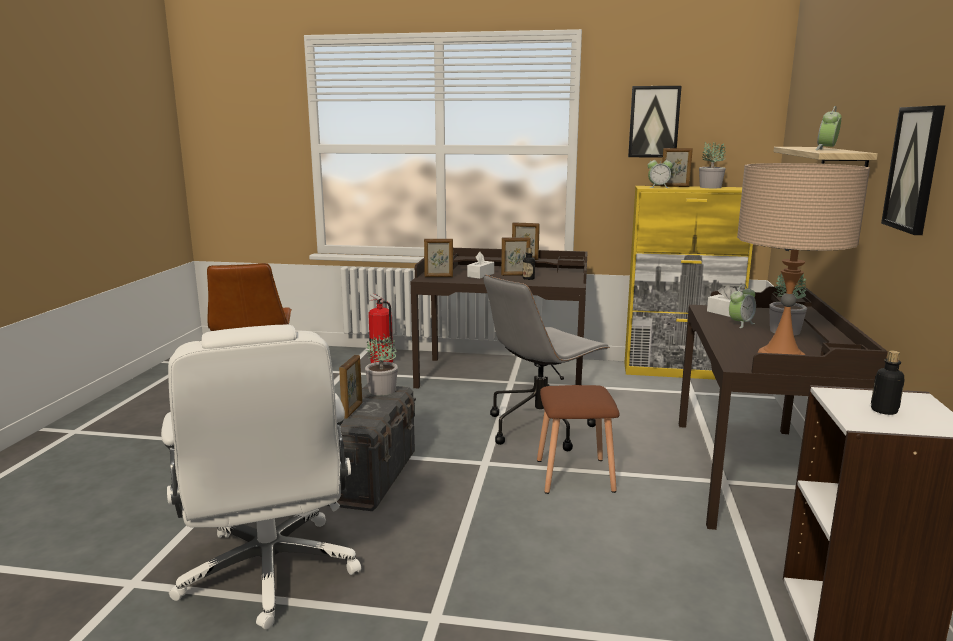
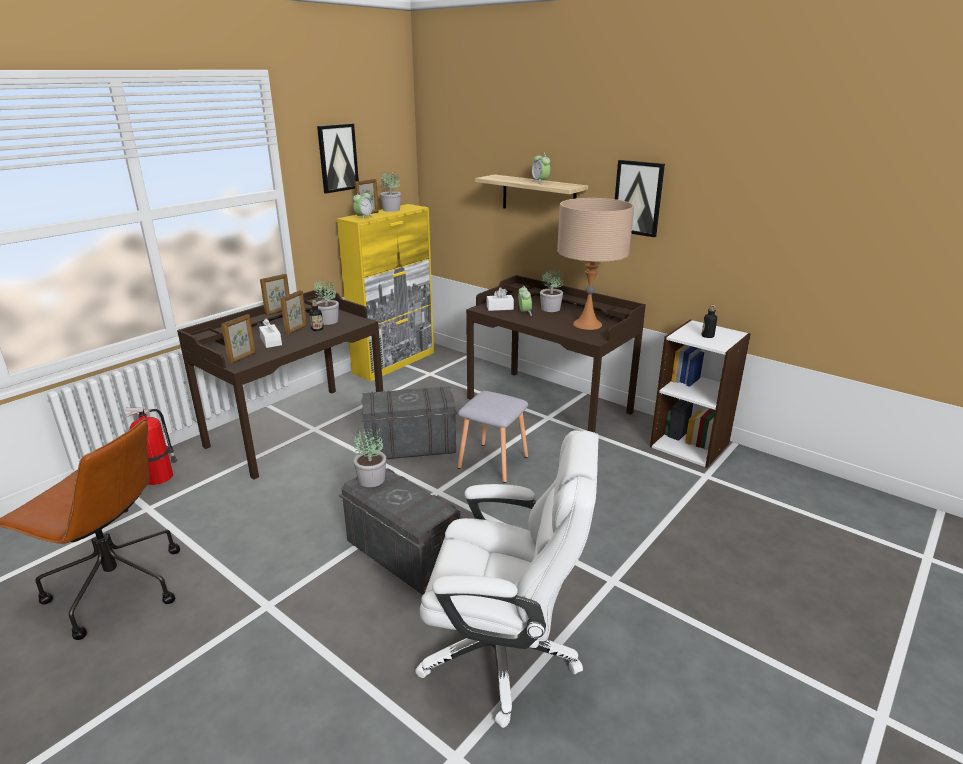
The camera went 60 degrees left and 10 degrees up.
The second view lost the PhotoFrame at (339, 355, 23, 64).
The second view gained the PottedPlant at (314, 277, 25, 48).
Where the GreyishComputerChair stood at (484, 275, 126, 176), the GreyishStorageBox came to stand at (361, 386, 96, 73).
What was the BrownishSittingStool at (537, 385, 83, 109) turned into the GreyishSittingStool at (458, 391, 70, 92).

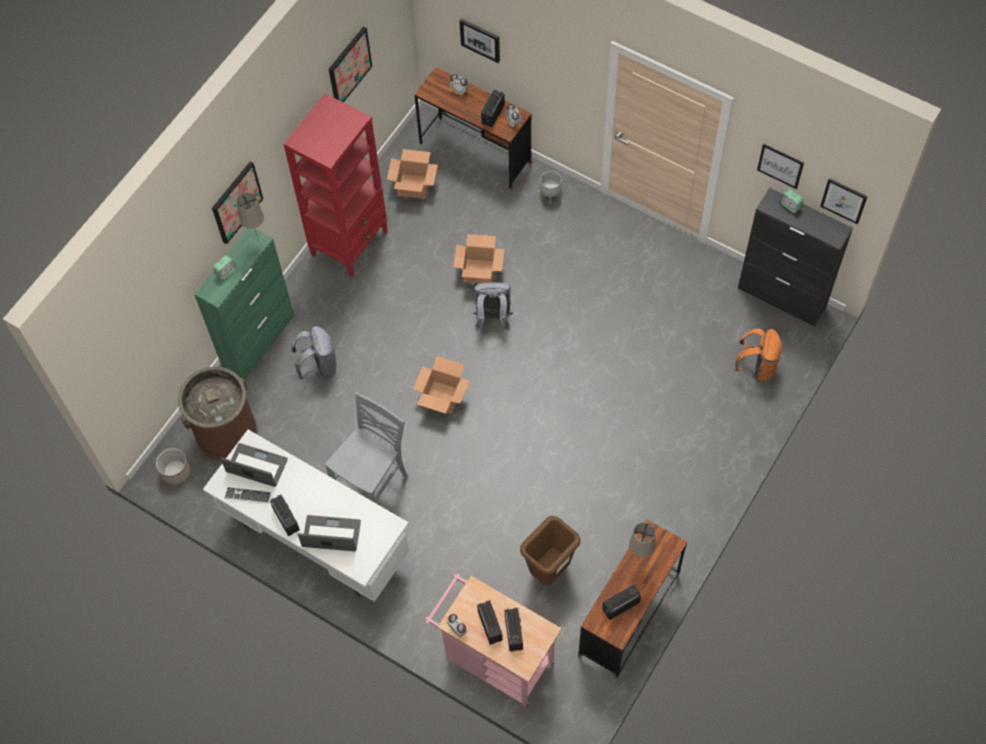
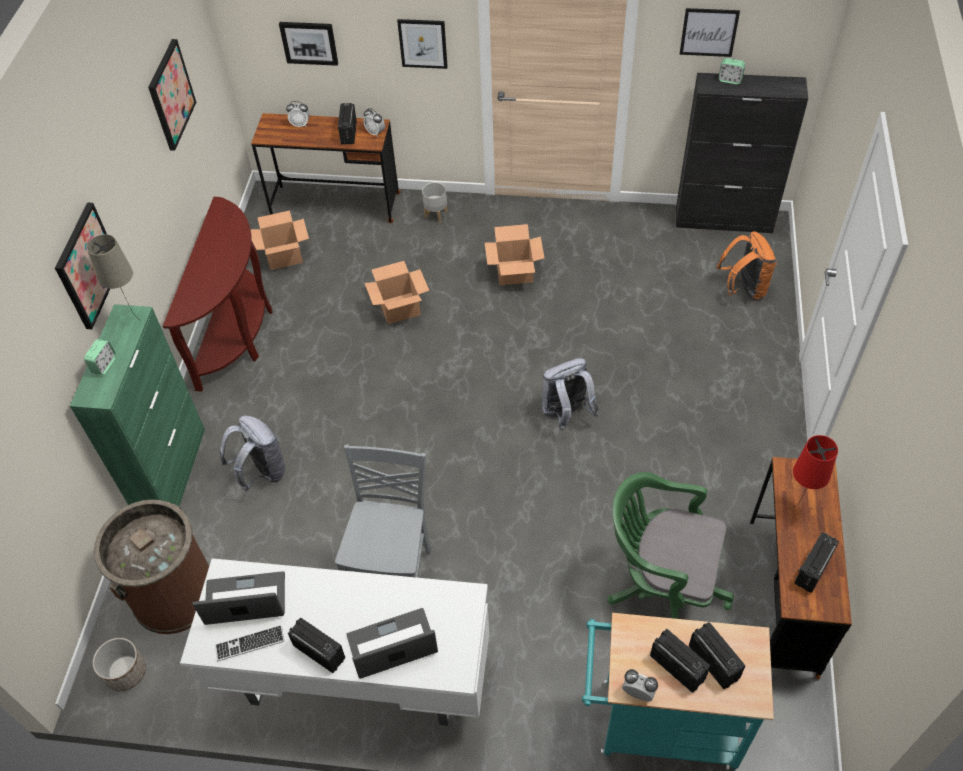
The camera went 25 degrees left and 10 degrees down.
The CardboardBox ended up elsewhere, having gone from (413, 356, 57, 58) to (485, 224, 59, 61).
The GreyishRucksack ended up elsewhere, having gone from (473, 282, 40, 49) to (542, 358, 58, 73).
The WallPicture ended up elsewhere, having gone from (820, 178, 48, 47) to (397, 19, 51, 50).
Where the RedColouredBookshelf stood at (283, 93, 105, 184), the BrownishConsoleTable came to stand at (163, 197, 109, 195).
Where the BrownishWasteBin stood at (520, 516, 61, 69), the GreenishComputerChair came to stand at (607, 472, 127, 147).
What was the PinkishTrolley at (425, 573, 137, 135) turned into the BlueGreenTrolley at (582, 613, 192, 157).
What was the BeigeColouredTableLamp at (629, 522, 26, 38) turned into the RedColouredTableLamp at (789, 435, 49, 74).

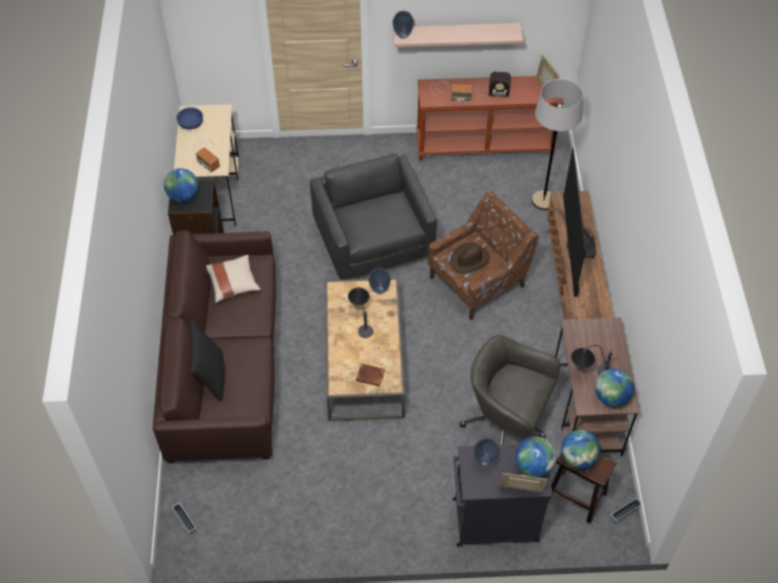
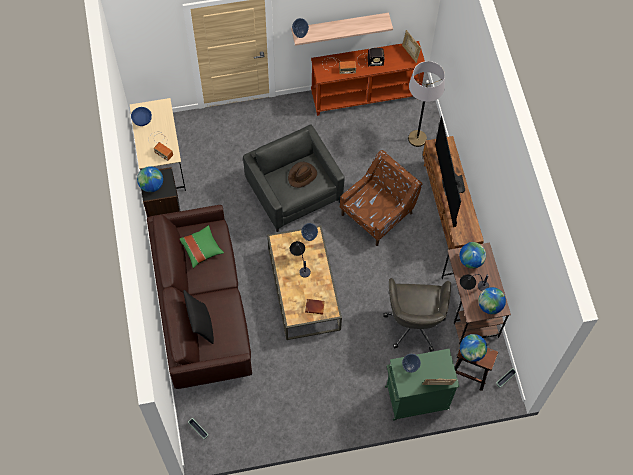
The camera went 10 degrees left and 10 degrees up.
The BrownishHat ended up elsewhere, having gone from (450, 242, 40, 32) to (288, 162, 29, 26).
The DeskGlobe ended up elsewhere, having gone from (515, 436, 41, 42) to (459, 242, 27, 27).
What was the BeigeColouredPillow at (206, 255, 55, 48) turned into the GreenishPillow at (180, 225, 44, 43).
What was the BlackCupboard at (453, 444, 100, 103) turned into the GreenishCupboard at (385, 349, 75, 72).
The GreyishComputerChair at (459, 334, 101, 111) ended up facing another way, 105 degrees counterclockwise from before.

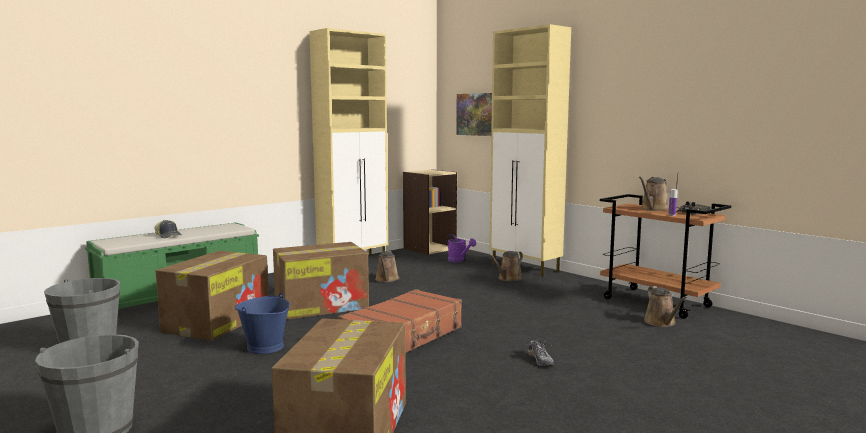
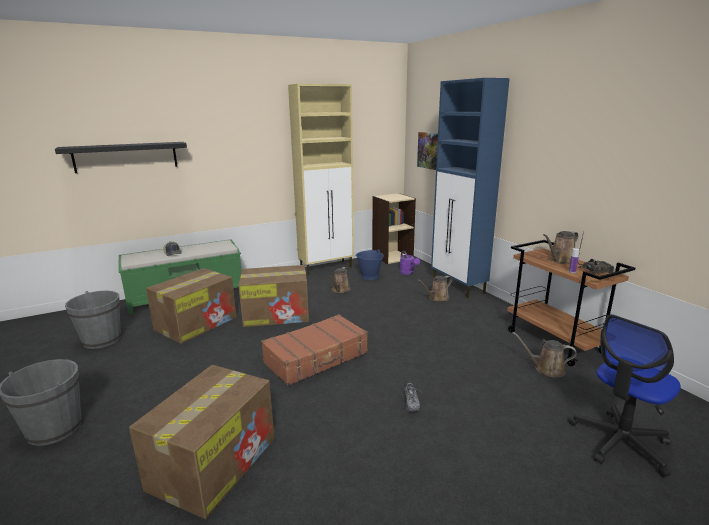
The camera went 15 degrees right and 10 degrees up.
The second view gained the BlackWallShelf at (55, 142, 132, 31).
The second view gained the ComputerChair at (569, 314, 112, 163).
The BluePail ended up elsewhere, having gone from (235, 293, 55, 61) to (356, 249, 27, 31).
What was the BeigeColouredCupboard at (490, 24, 81, 253) turned into the BlueCupboard at (431, 78, 79, 220).
The BrownishSprinklingCan at (644, 286, 43, 41) ended up facing another way, 105 degrees clockwise from before.

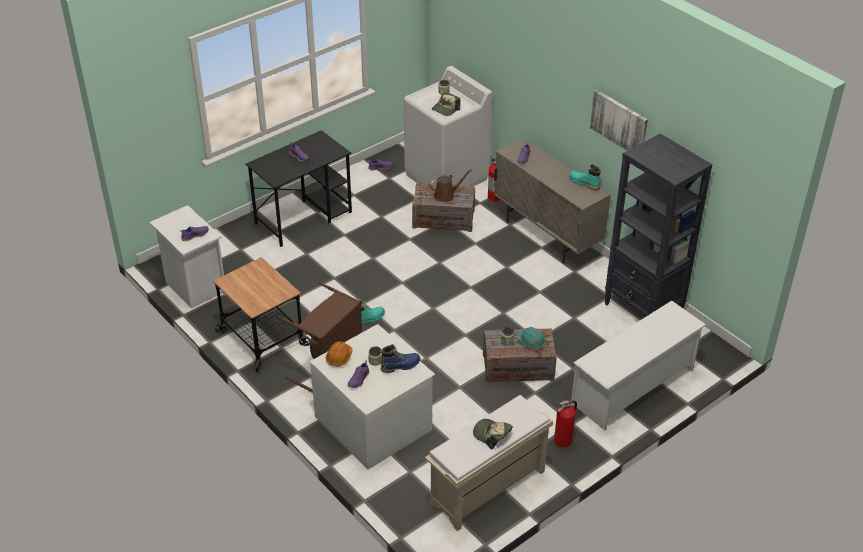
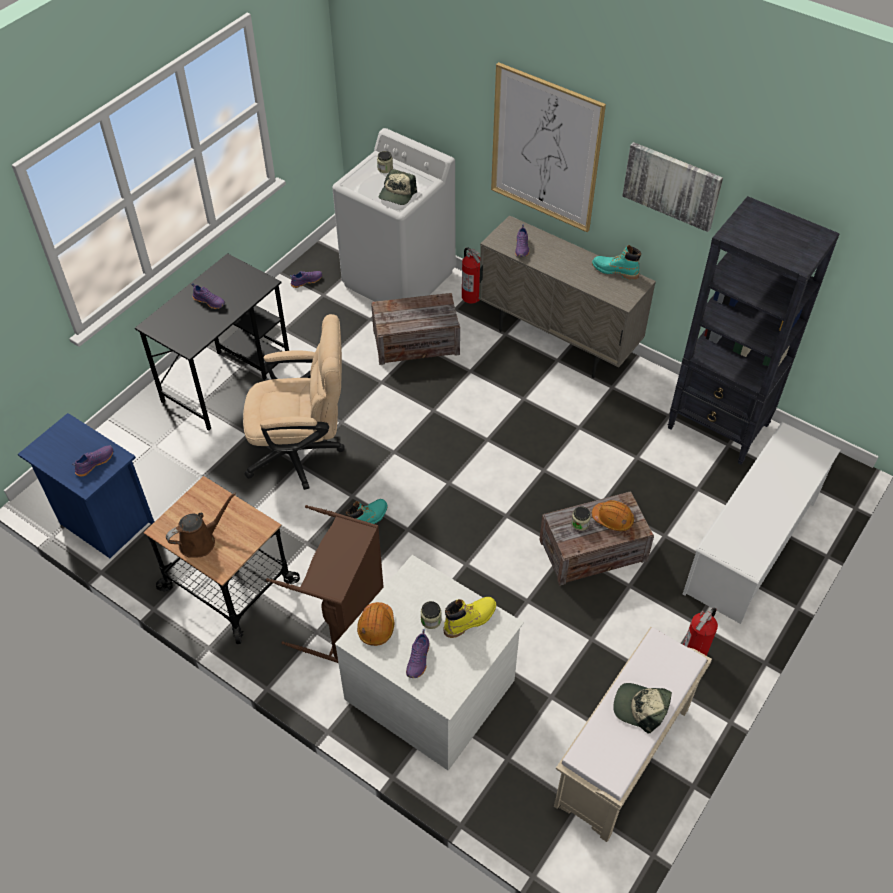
The camera went 15 degrees left and 10 degrees up.
The second view gained the BeigeColouredComputerChair at (243, 314, 101, 176).
The second view gained the WallPicture at (491, 62, 115, 170).
The BrownishSprinklingCan ended up elsewhere, having gone from (429, 169, 43, 33) to (166, 492, 70, 66).
What was the WhiteNightstand at (150, 205, 76, 104) turned into the BlueNightstand at (18, 413, 136, 145).
What was the BlueTallBoot at (381, 344, 39, 29) turned into the YellowishTallBoot at (443, 597, 53, 41).
What was the BlueGreenHardHat at (517, 327, 29, 22) turned into the OrangeyHardHat at (592, 500, 42, 31).

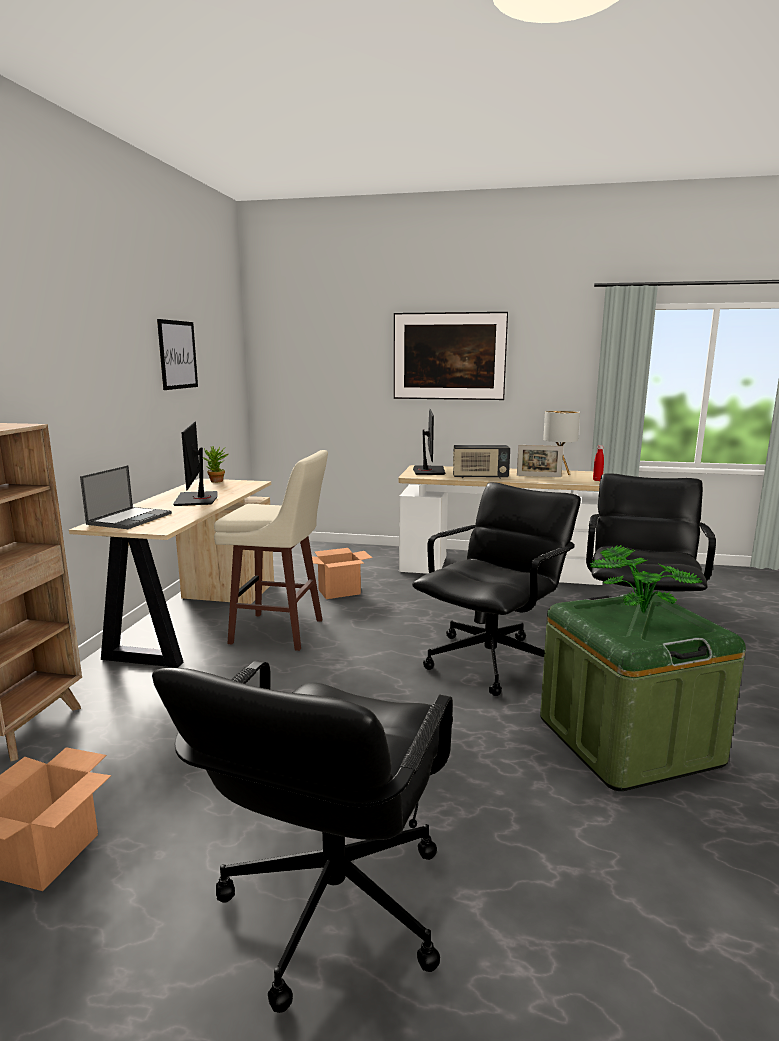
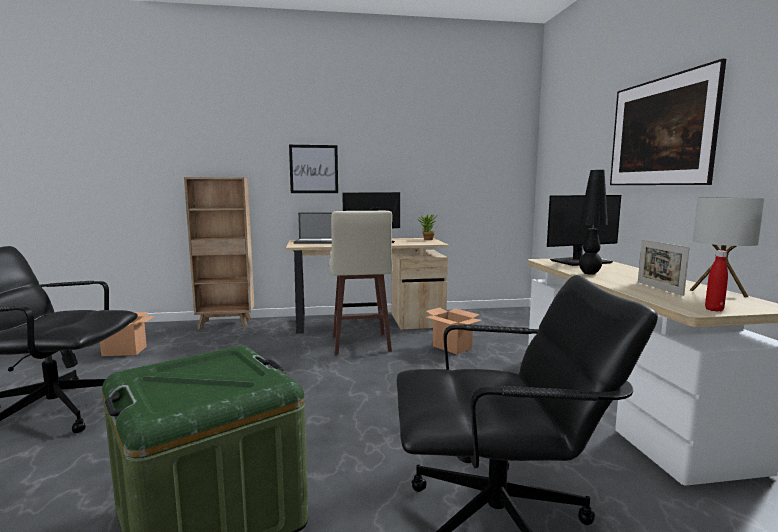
The camera went 70 degrees right and 5 degrees down.
The second view lost the BlackComputerChair at (412, 482, 169, 214).
The second view lost the PottedPlant at (589, 545, 113, 68).
The WallPicture ended up elsewhere, having gone from (157, 319, 41, 71) to (289, 145, 49, 48).
Where the Radio stood at (453, 445, 57, 34), the BlackTableLamp came to stand at (579, 170, 29, 105).

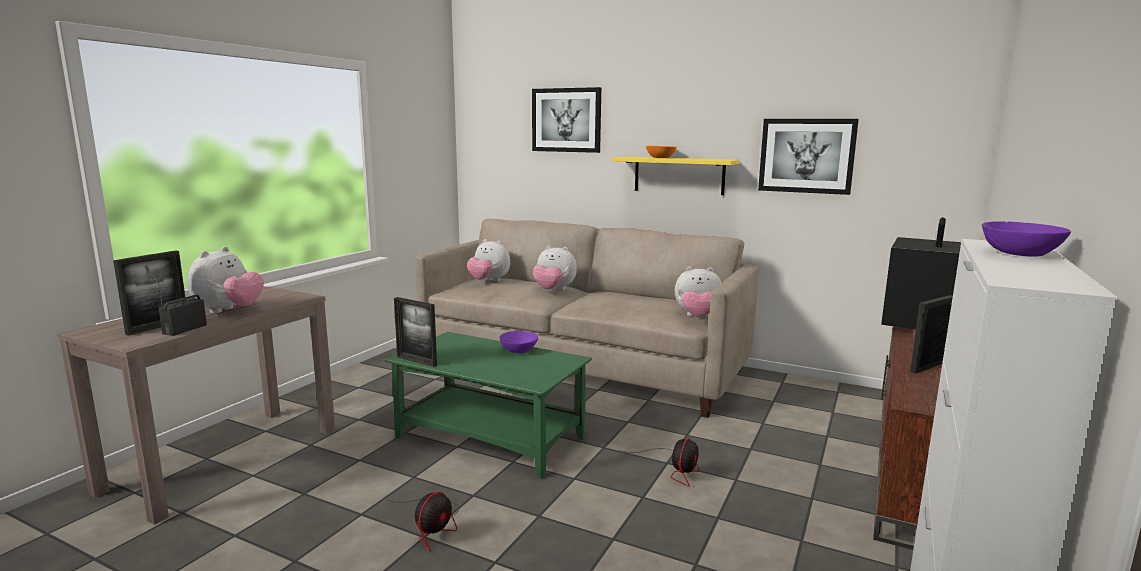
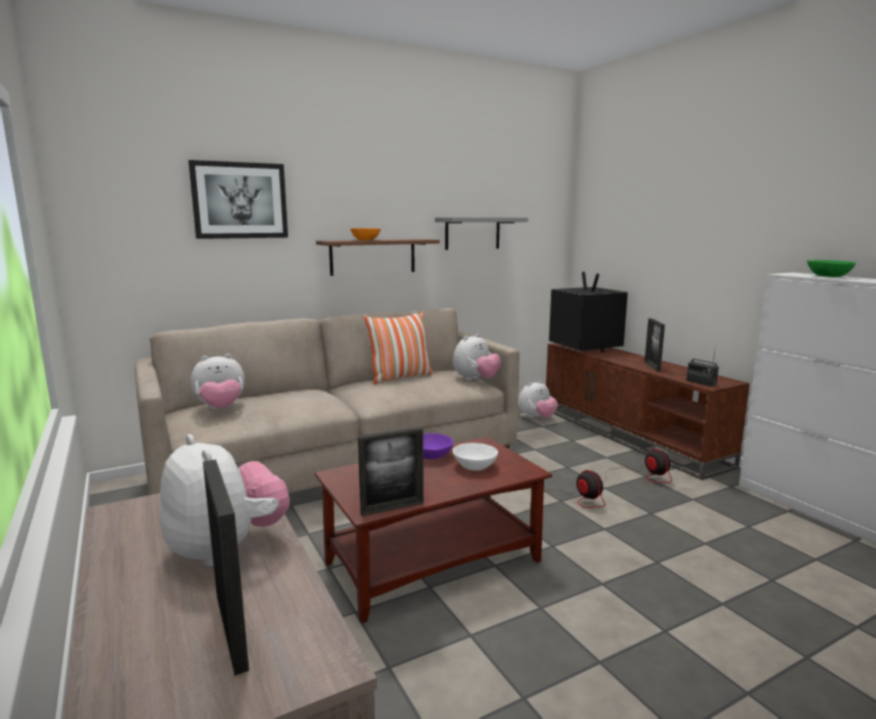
The camera went 55 degrees left and 0 degrees up.
The second view gained the Pillow at (364, 312, 70, 72).
The second view gained the WhiteDeepDish at (453, 443, 45, 28).
The Radio ended up elsewhere, having gone from (157, 276, 50, 60) to (686, 350, 33, 37).
The CoolingFan ended up elsewhere, having gone from (386, 492, 74, 59) to (605, 449, 67, 34).
The CuddlyToy ended up elsewhere, having gone from (533, 245, 44, 45) to (519, 380, 39, 38).
Where the WallPicture hung at (758, 119, 101, 76), the GreyishWallShelf came to hang at (435, 217, 93, 33).
What was the GreenishLoungeTable at (384, 332, 208, 147) turned into the BrownishLoungeTable at (315, 436, 237, 187).
What was the YellowishWallShelf at (612, 157, 128, 38) turned into the BrownishWallShelf at (316, 239, 124, 37).
What was the PurplishDeepDish at (982, 221, 89, 36) turned into the GreenishDeepDish at (807, 260, 49, 17).

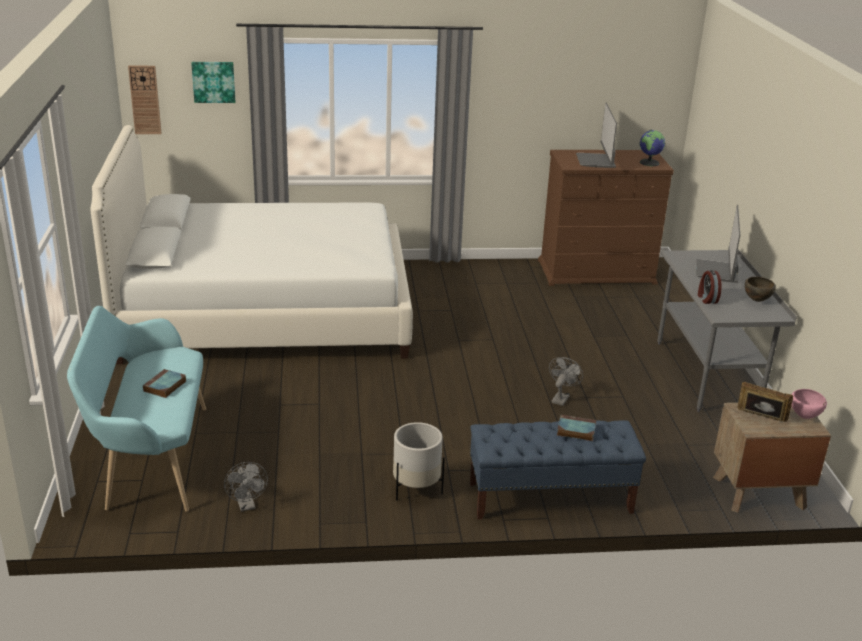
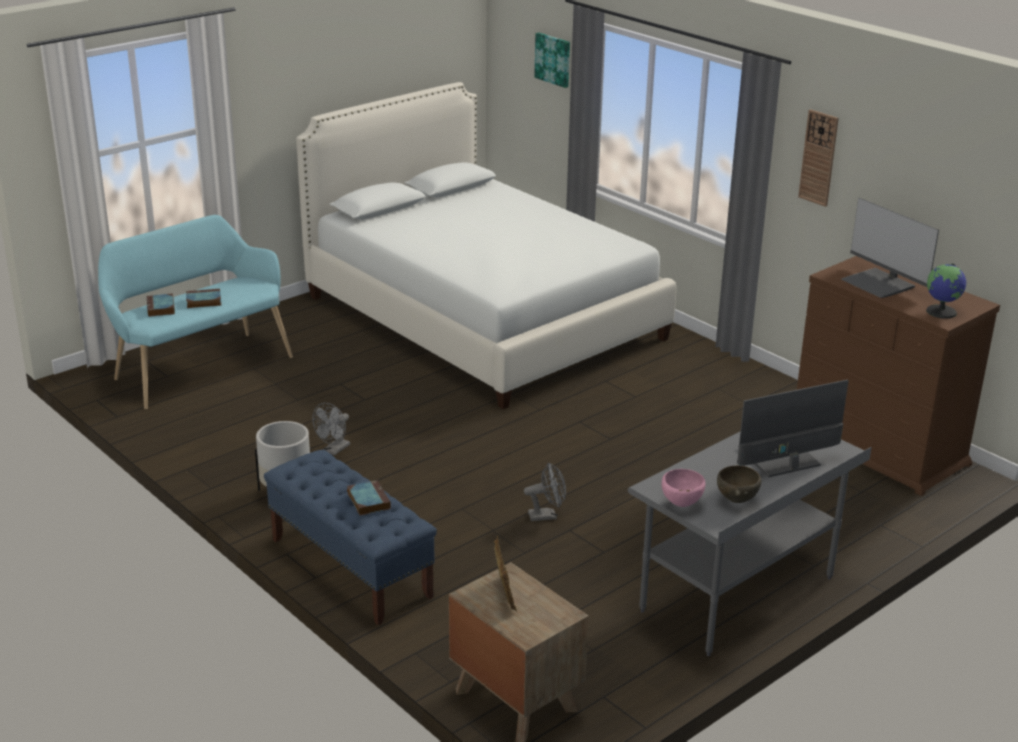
The camera went 55 degrees right and 0 degrees up.
The second view lost the AlarmClock at (698, 270, 24, 34).
The second view gained the Volume at (147, 293, 28, 24).
The ClockOnTheWall ended up elsewhere, having gone from (128, 65, 34, 69) to (798, 109, 41, 98).
The GreyishCoolingFan ended up elsewhere, having gone from (224, 462, 44, 50) to (312, 403, 38, 52).
The PinkishDeepDish ended up elsewhere, having gone from (791, 389, 36, 30) to (662, 469, 44, 38).
The ComputerScreen at (576, 103, 41, 65) ended up facing another way, 90 degrees counterclockwise from before.

